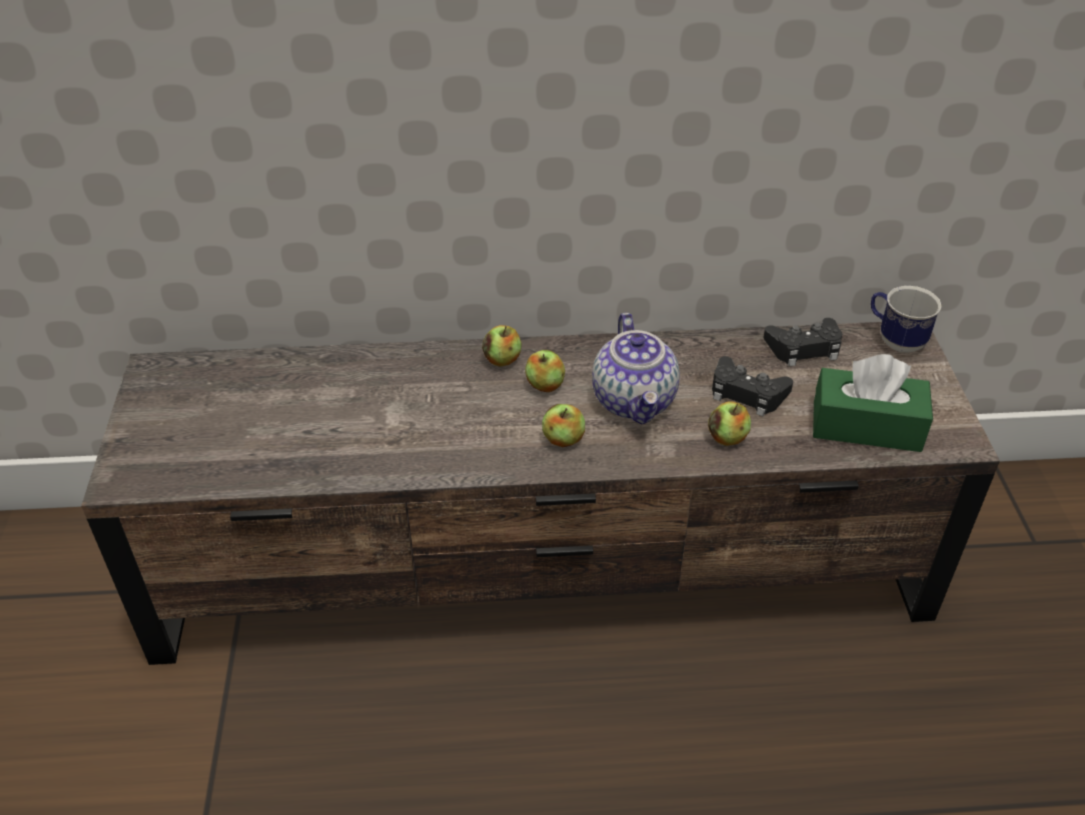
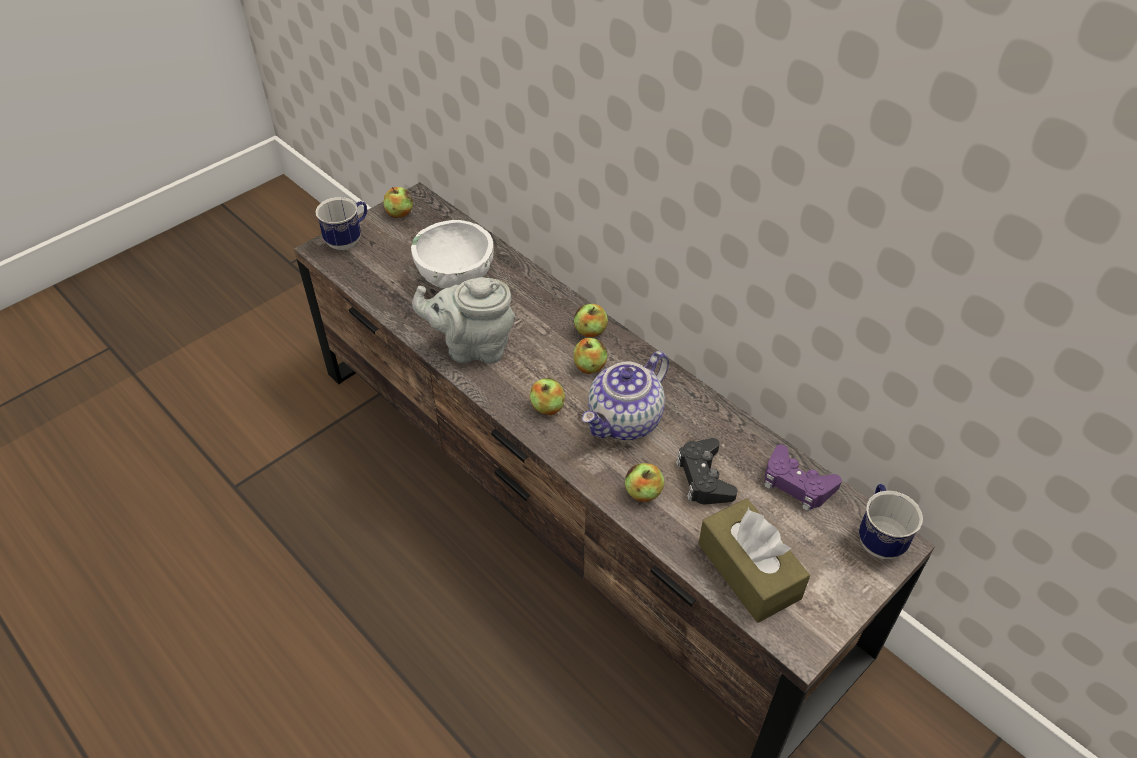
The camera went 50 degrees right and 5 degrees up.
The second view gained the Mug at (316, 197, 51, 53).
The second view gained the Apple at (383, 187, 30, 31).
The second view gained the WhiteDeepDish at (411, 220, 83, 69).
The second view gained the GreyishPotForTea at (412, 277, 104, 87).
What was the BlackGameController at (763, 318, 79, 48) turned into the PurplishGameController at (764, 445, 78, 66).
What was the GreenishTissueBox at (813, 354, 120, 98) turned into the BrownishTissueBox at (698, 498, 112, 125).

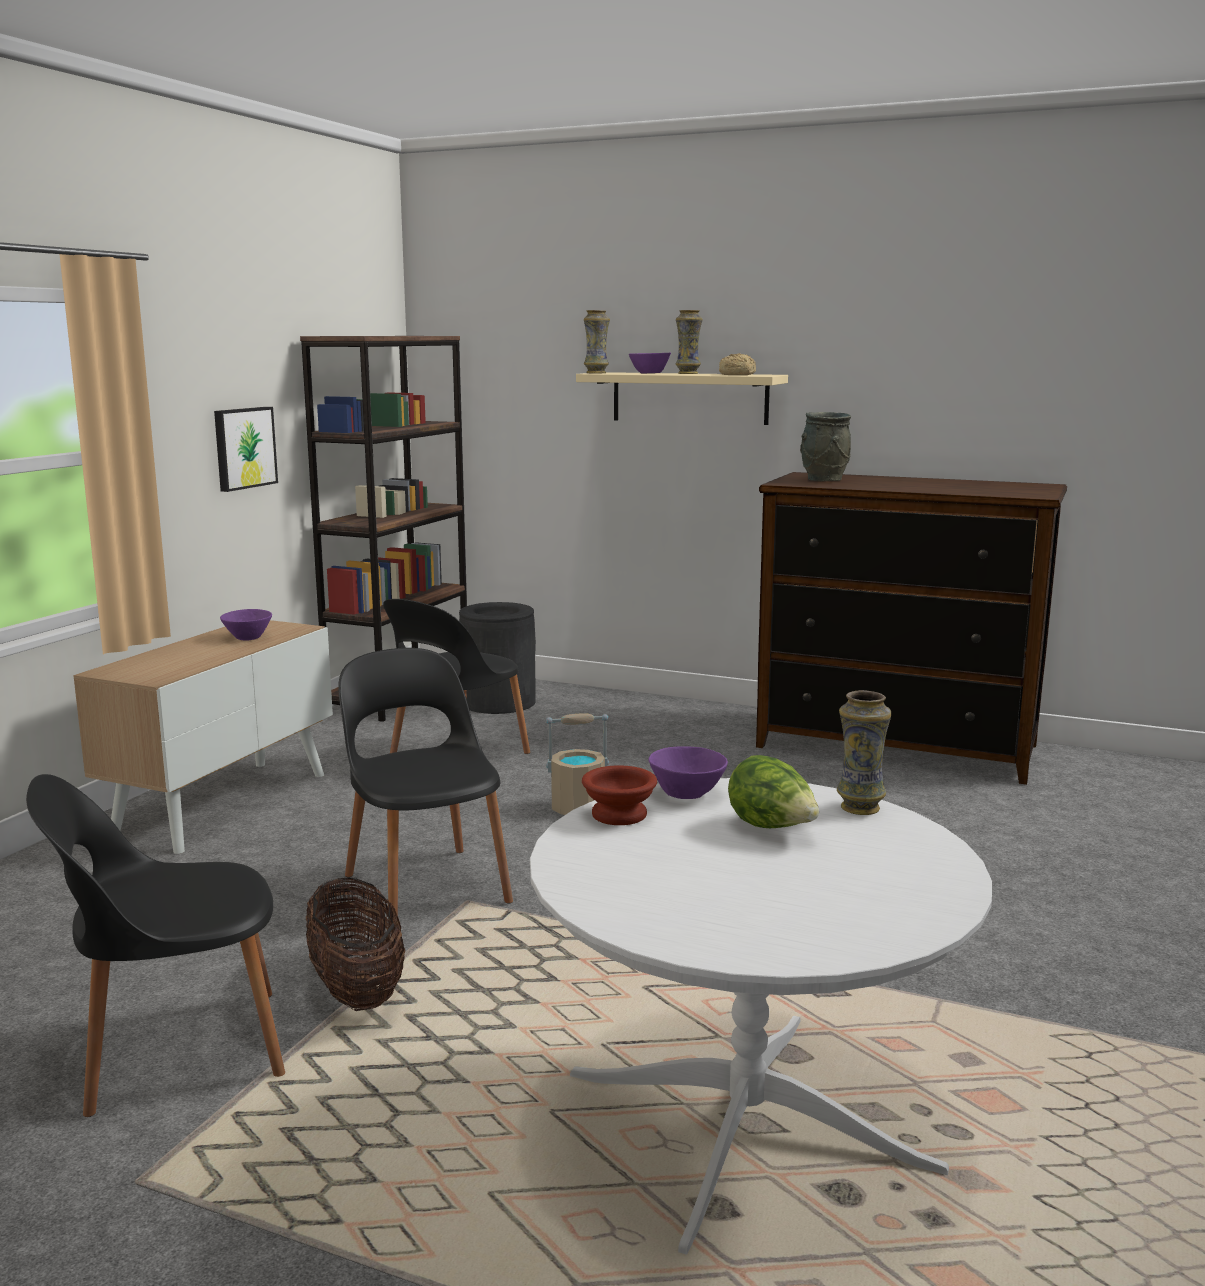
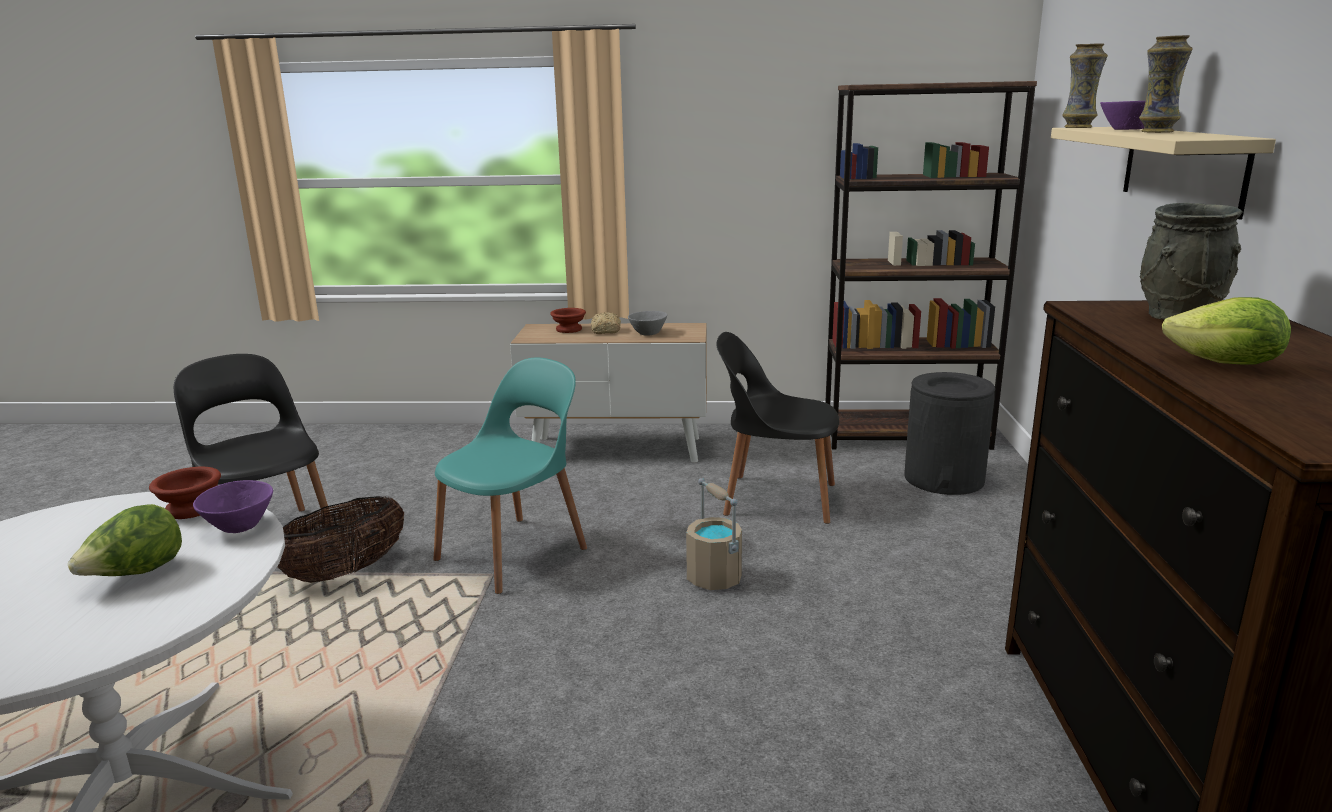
The camera went 70 degrees right and 5 degrees up.
The second view lost the WallPicture at (214, 407, 64, 85).
The second view lost the DecorativeVase at (837, 690, 54, 125).
The second view gained the BrownishDeepDish at (550, 308, 36, 25).
The second view gained the HeadOfLettuce at (1162, 297, 129, 68).
The Bread ended up elsewhere, having gone from (719, 353, 37, 22) to (591, 312, 30, 22).
What was the PurplishDeepDish at (220, 609, 52, 32) turned into the GreyishDeepDish at (628, 311, 39, 25).
What was the BlackPlainChair at (338, 648, 175, 268) turned into the BlueGreenPlainChair at (433, 357, 154, 237).

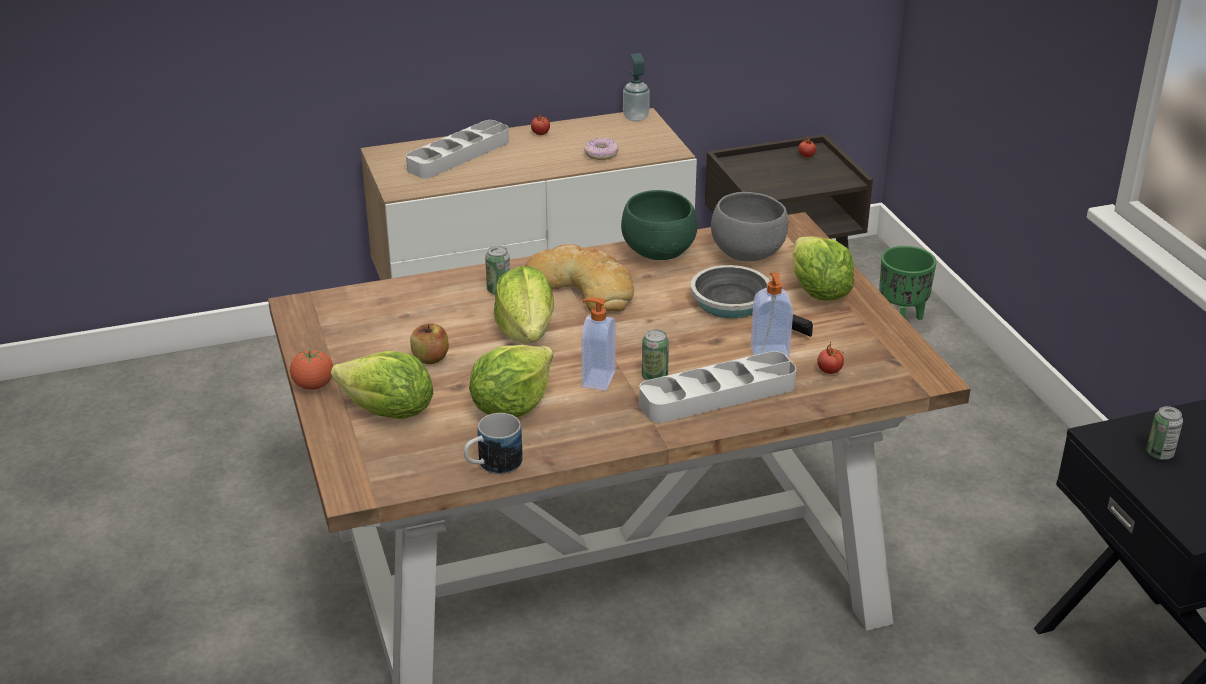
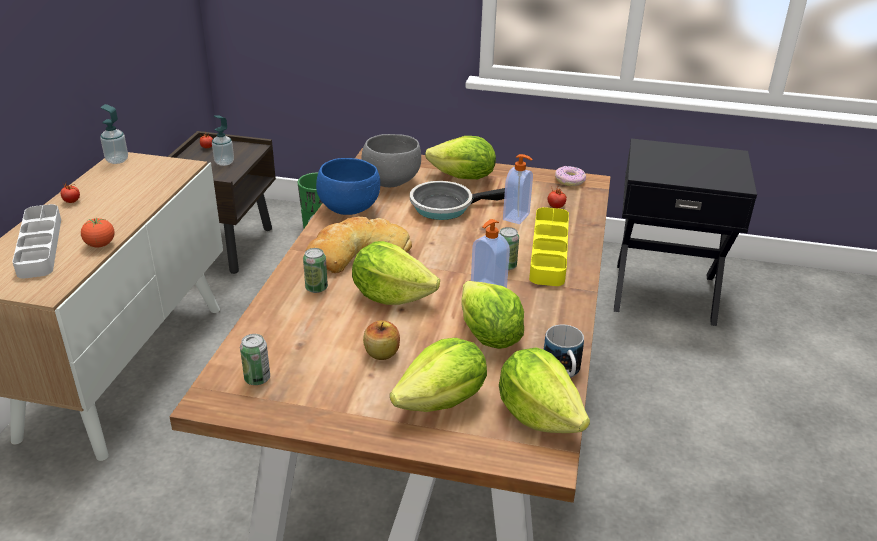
The camera went 60 degrees left and 0 degrees up.
The second view gained the LiquidSoapBottle at (212, 116, 22, 50).
The second view gained the HeadOfLettuce at (499, 347, 91, 86).
The FreshTomato ended up elsewhere, having gone from (290, 349, 43, 41) to (81, 218, 34, 29).
The RingDoughnut ended up elsewhere, having gone from (584, 138, 35, 22) to (555, 166, 31, 20).
The Can ended up elsewhere, having gone from (1147, 406, 36, 54) to (240, 334, 30, 51).
What was the GreenishDeepDish at (621, 190, 76, 70) turned into the BlueDeepDish at (316, 158, 64, 57).
What was the GreyishCarryingTray at (639, 351, 157, 72) turned into the YellowishCarryingTray at (529, 207, 40, 79).

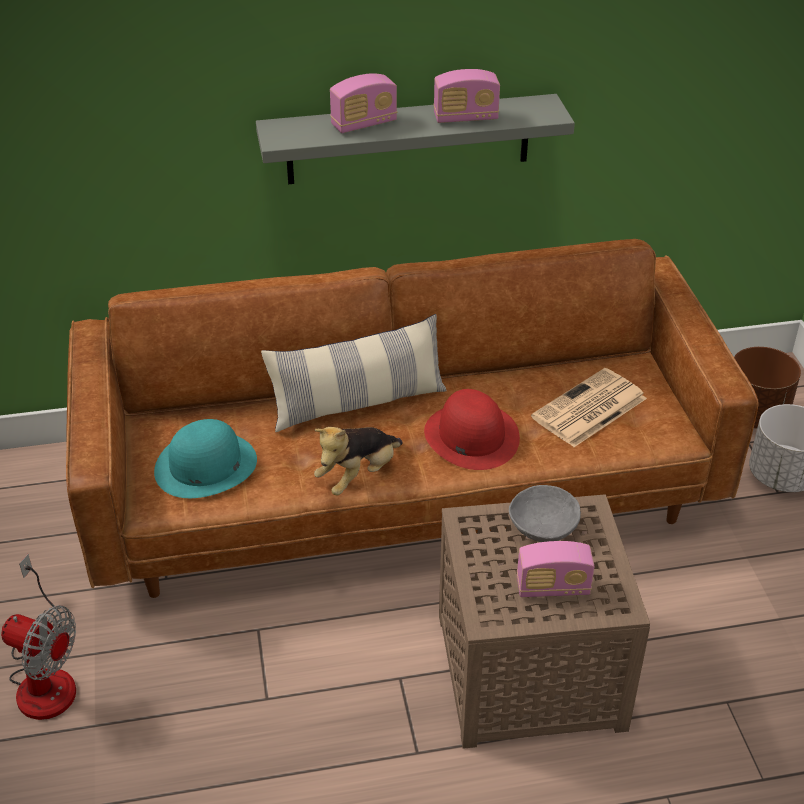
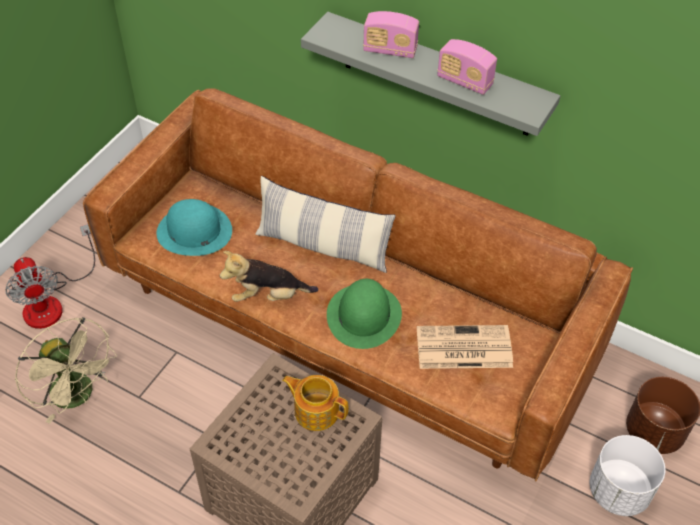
The camera went 40 degrees right and 10 degrees up.
The second view lost the Radio at (517, 541, 78, 56).
The second view gained the BeigeColouredCoolingFan at (15, 317, 102, 107).
Where the GreyishDeepDish stood at (509, 485, 72, 57), the PotForTea came to stand at (282, 375, 67, 56).
What was the RedColouredHat at (424, 389, 96, 81) turned into the GreenishHat at (327, 279, 75, 70).

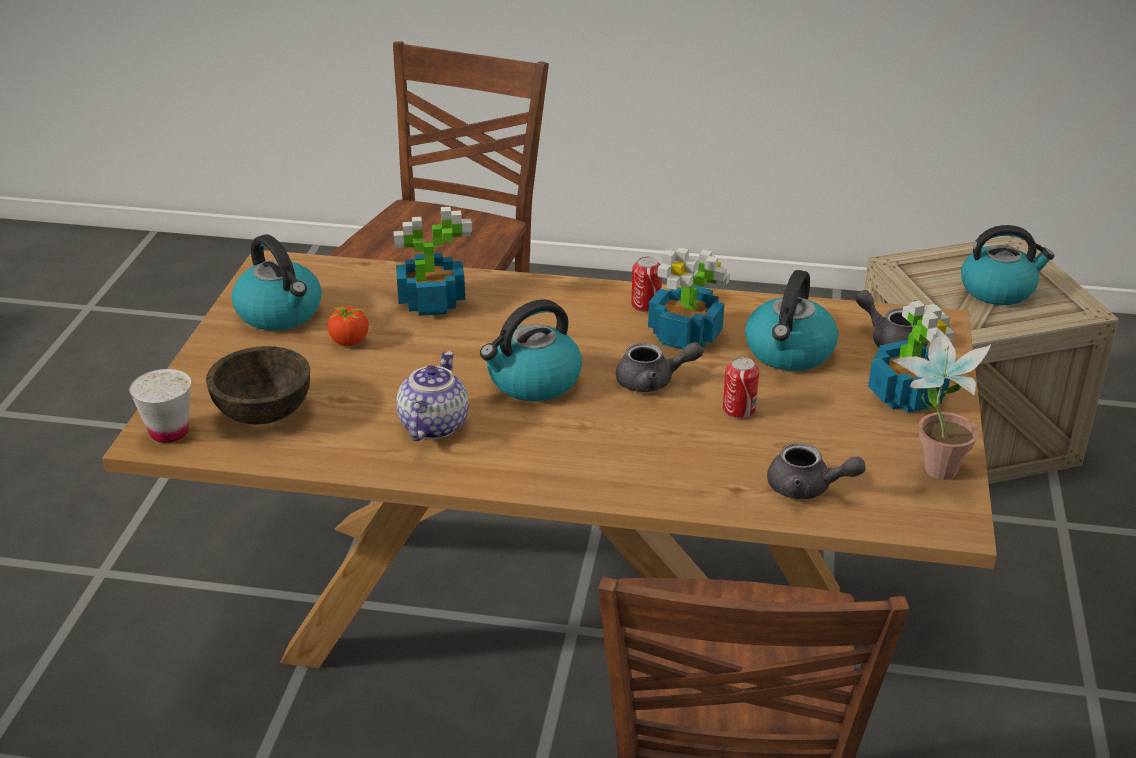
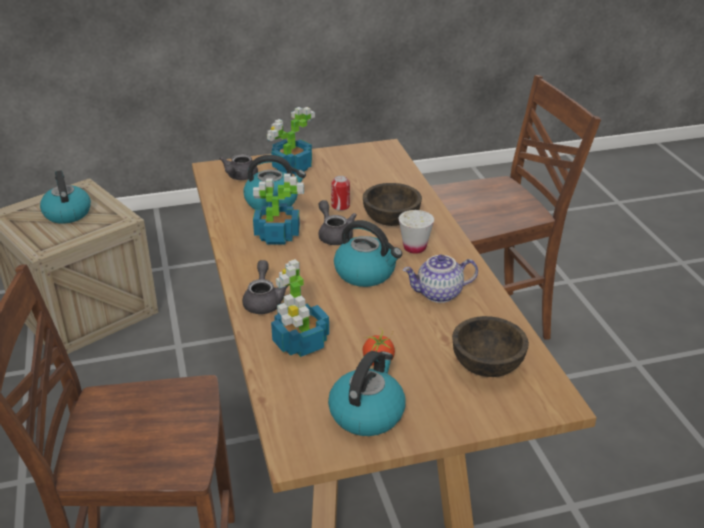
The camera went 115 degrees left and 0 degrees up.
The second view lost the Can at (631, 257, 31, 55).
The second view lost the PottedPlant at (892, 328, 99, 152).
The second view gained the BrownishDeepDish at (363, 183, 59, 43).
The WhiteDrinkingCup ended up elsewhere, having gone from (129, 369, 62, 74) to (399, 210, 35, 44).
The GreyishPotForTea ended up elsewhere, having gone from (767, 443, 99, 56) to (242, 260, 46, 54).

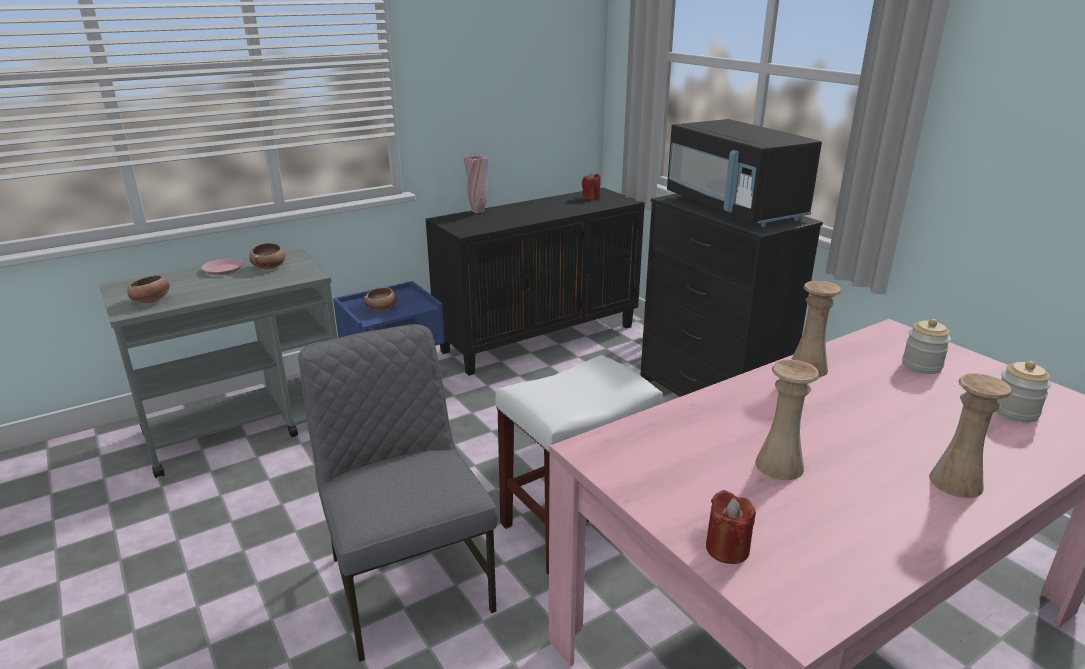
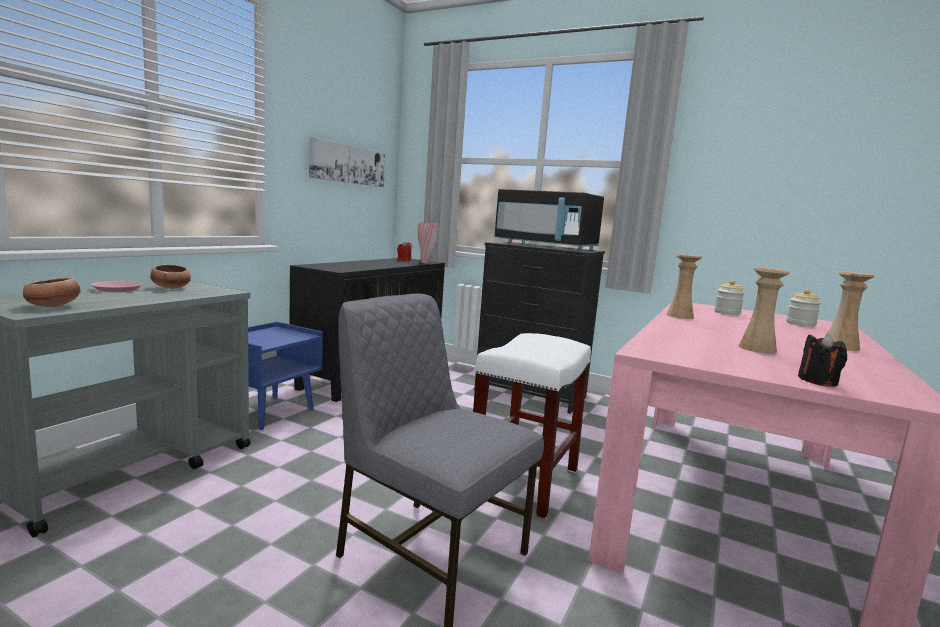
The camera went 30 degrees left and 15 degrees down.
The second view lost the DeepDish at (364, 287, 33, 24).
The second view gained the WallPicture at (309, 137, 76, 50).
The PinkishDecorativeVase ended up elsewhere, having gone from (464, 155, 25, 58) to (418, 222, 18, 42).
What was the RedColouredWaxLight at (706, 490, 50, 74) turned into the BlackWaxLight at (798, 333, 49, 54).

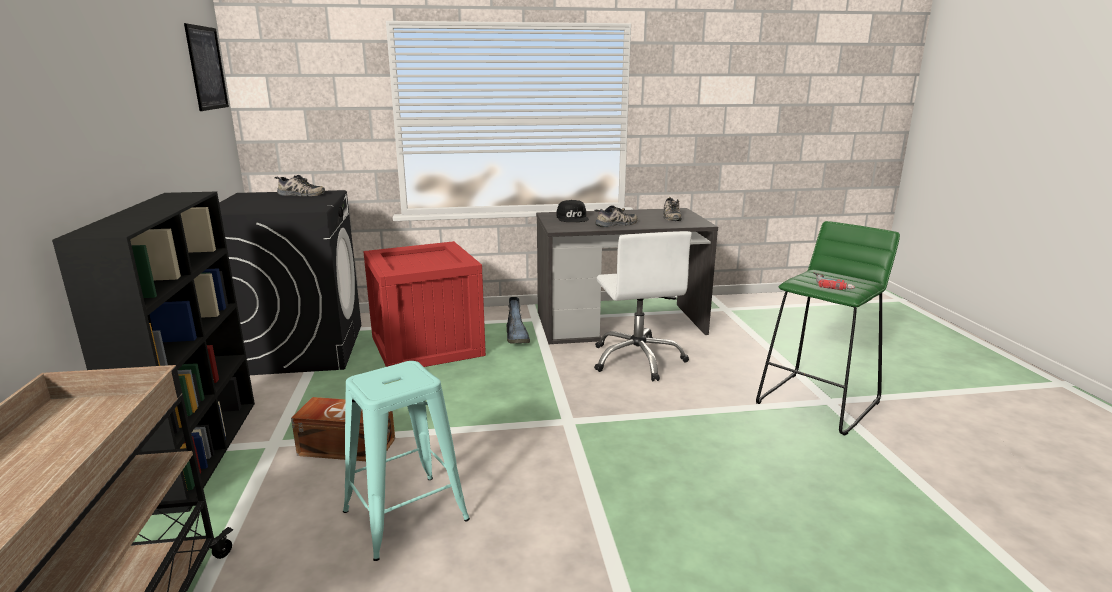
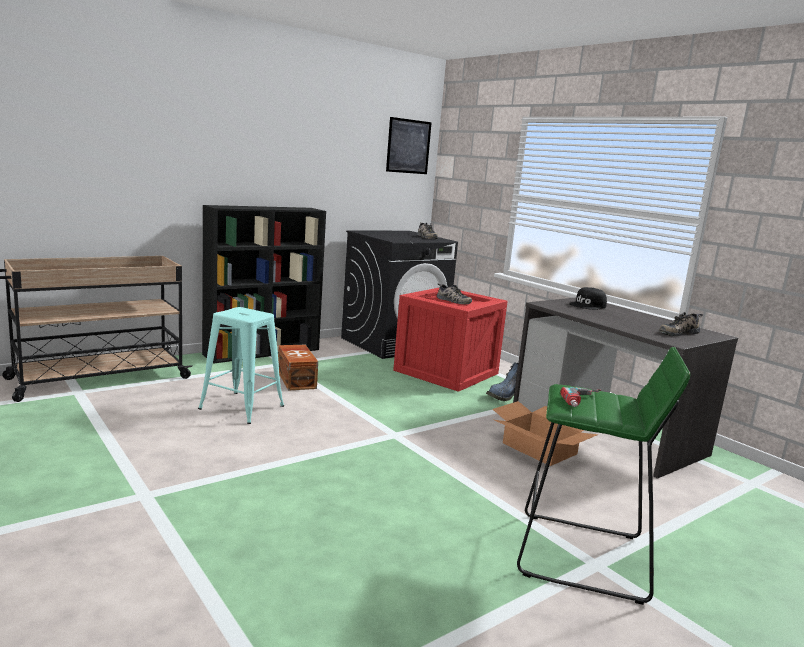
The camera went 60 degrees right and 5 degrees down.
The LowShoe ended up elsewhere, having gone from (594, 205, 44, 22) to (437, 283, 35, 21).
Where the WhiteComputerChair stood at (594, 231, 98, 150), the CardboardBox came to stand at (493, 401, 106, 65).

